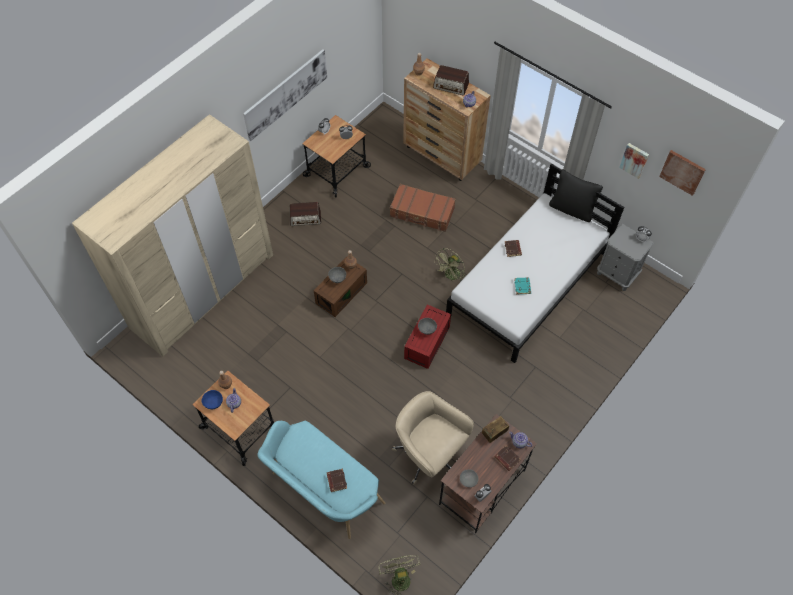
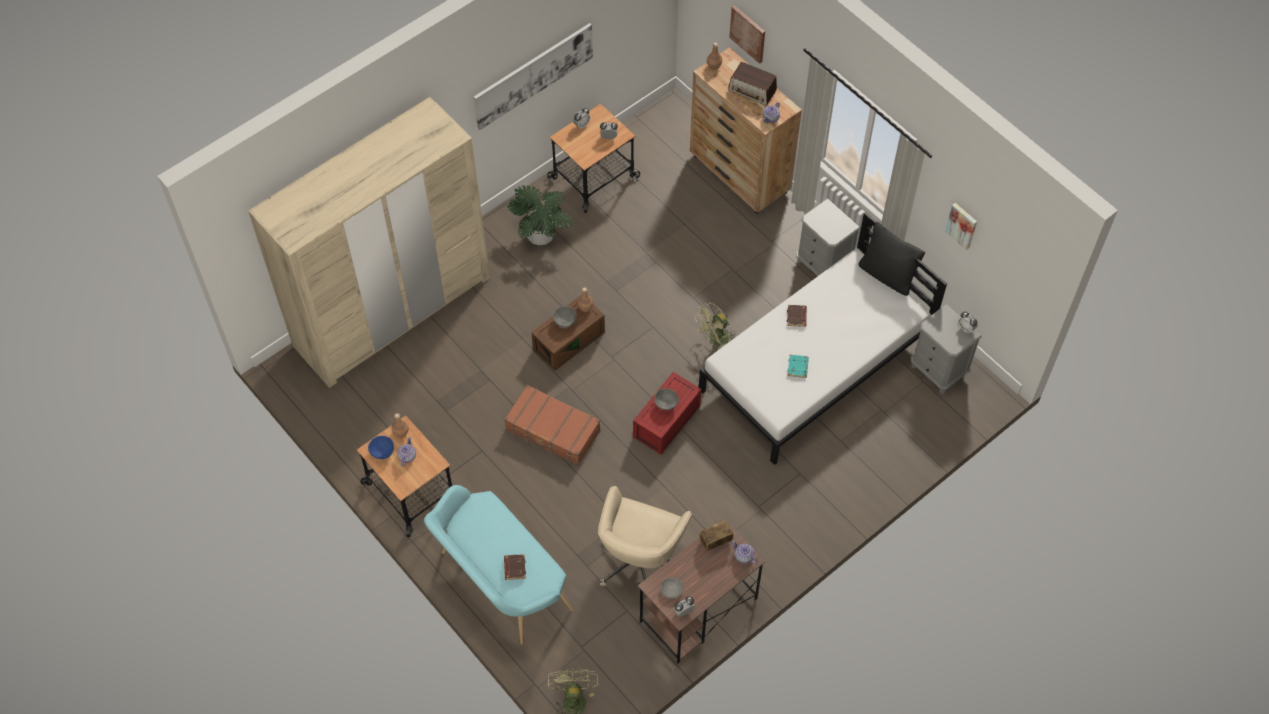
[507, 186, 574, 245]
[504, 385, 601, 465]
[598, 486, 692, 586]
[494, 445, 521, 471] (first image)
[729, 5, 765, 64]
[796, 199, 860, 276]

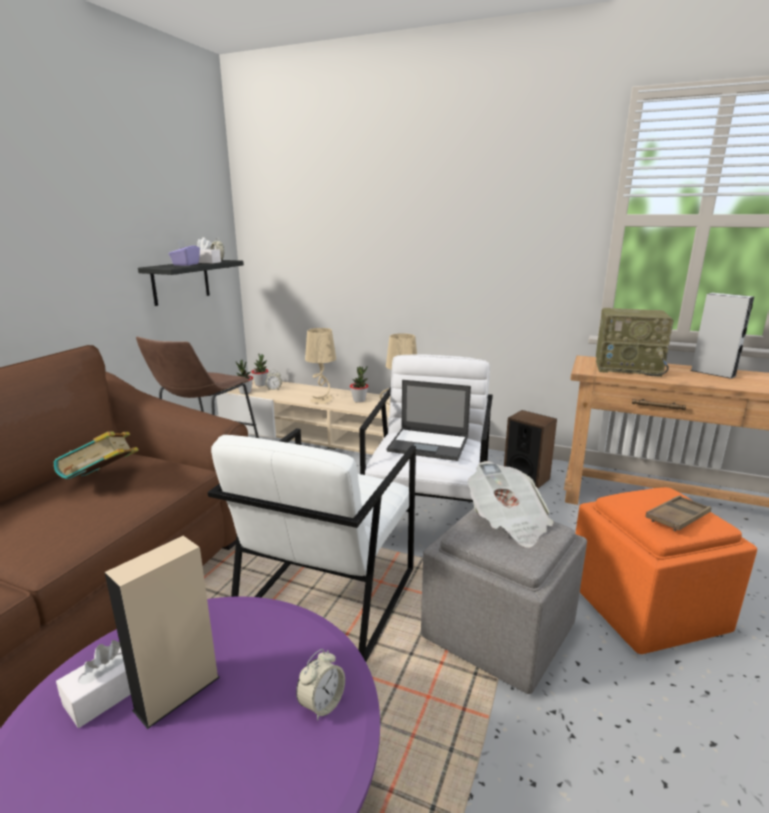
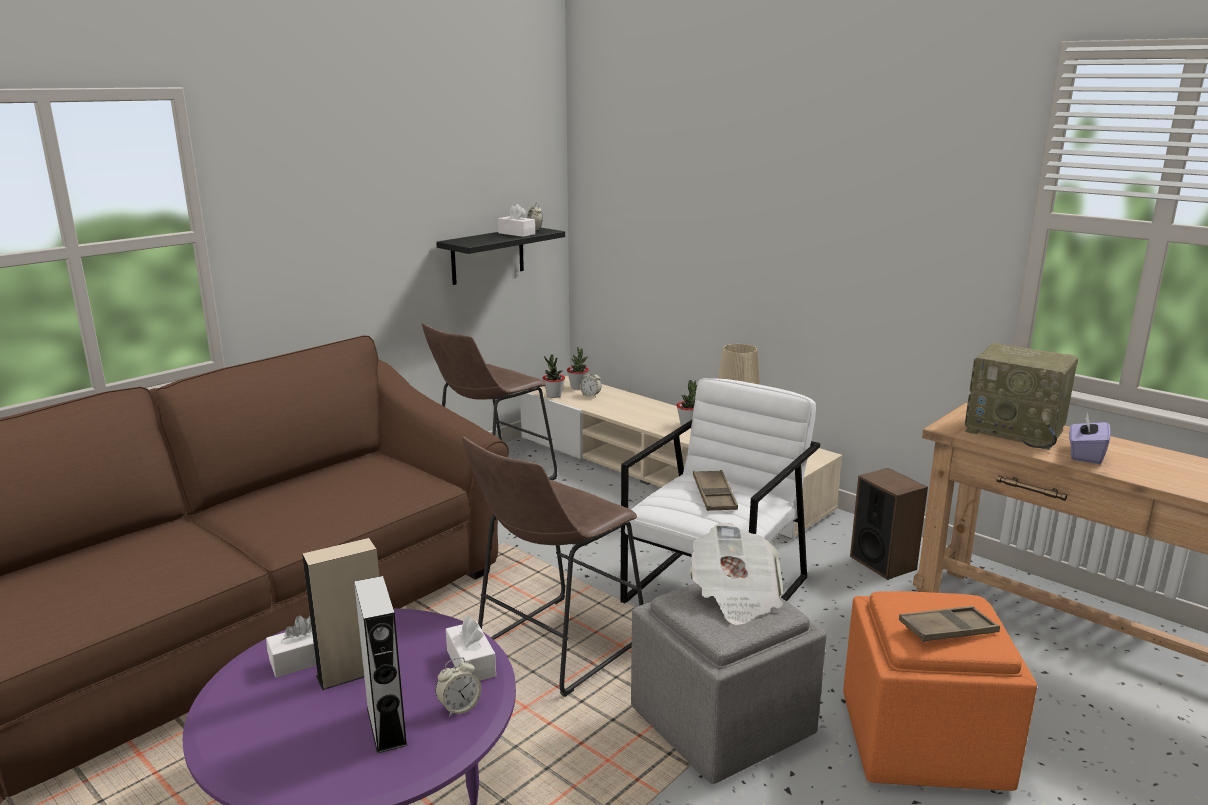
[54, 431, 139, 479] (first image)
[1069, 411, 1110, 464]
[462, 436, 644, 697]
[305, 328, 336, 404] (first image)
[693, 470, 738, 511]
[354, 576, 407, 753]
[446, 615, 496, 681]

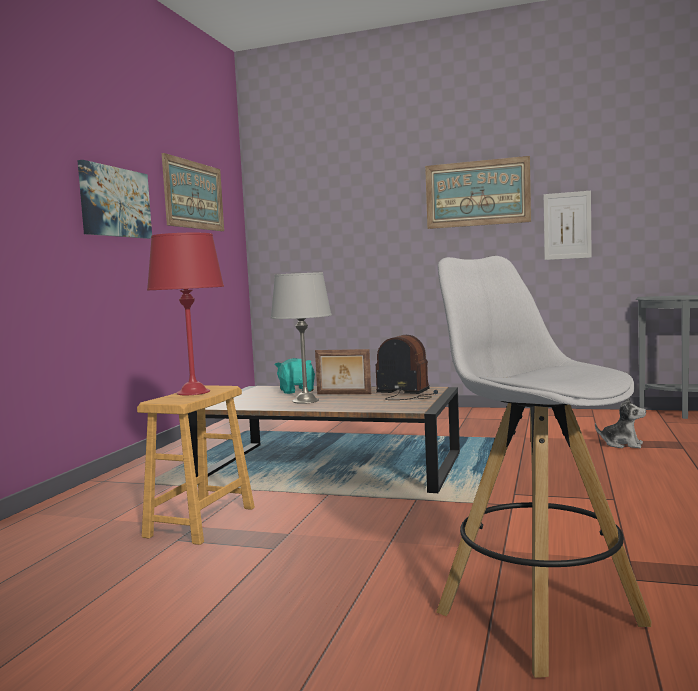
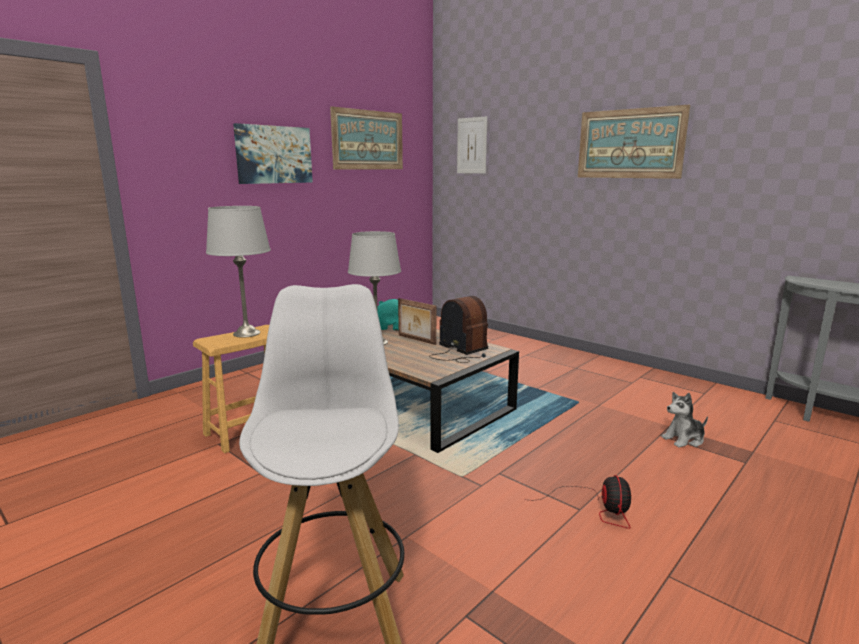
[206, 206, 271, 338]
[457, 116, 487, 174]
[661, 392, 708, 448]
[539, 475, 631, 529]

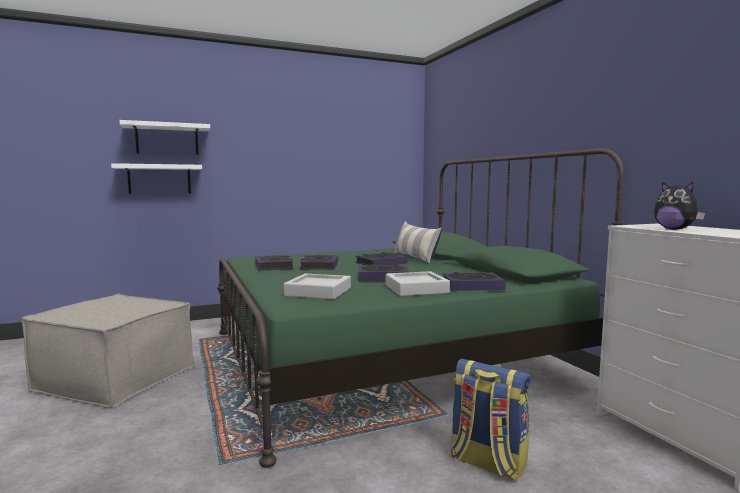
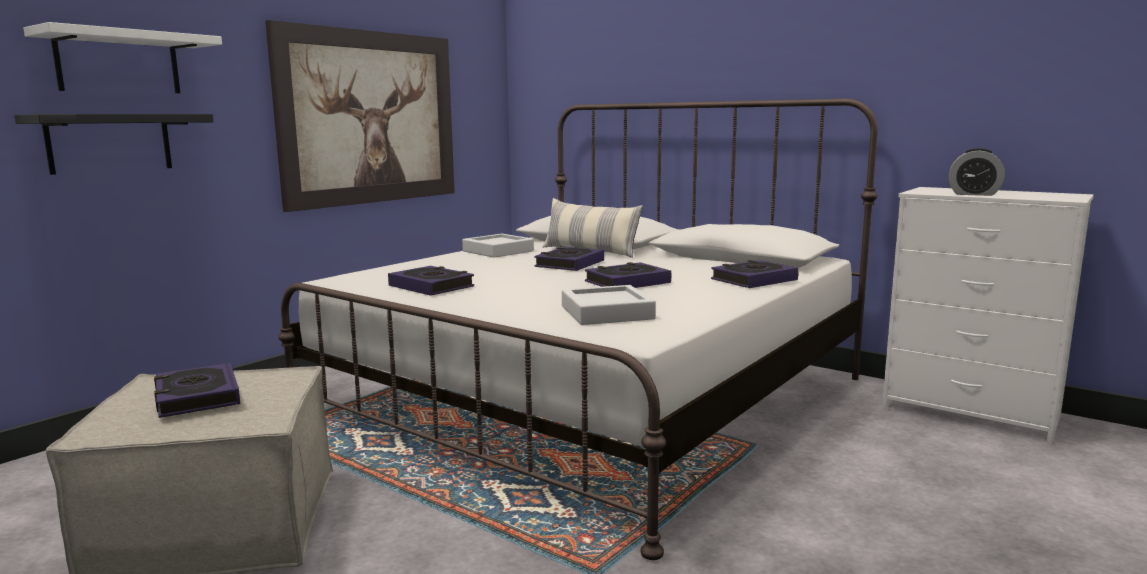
[14, 114, 213, 175]
[278, 99, 878, 560]
[154, 363, 240, 418]
[462, 234, 534, 258]
[450, 359, 531, 481] (first image)
[949, 148, 1005, 196]
[265, 20, 455, 212]

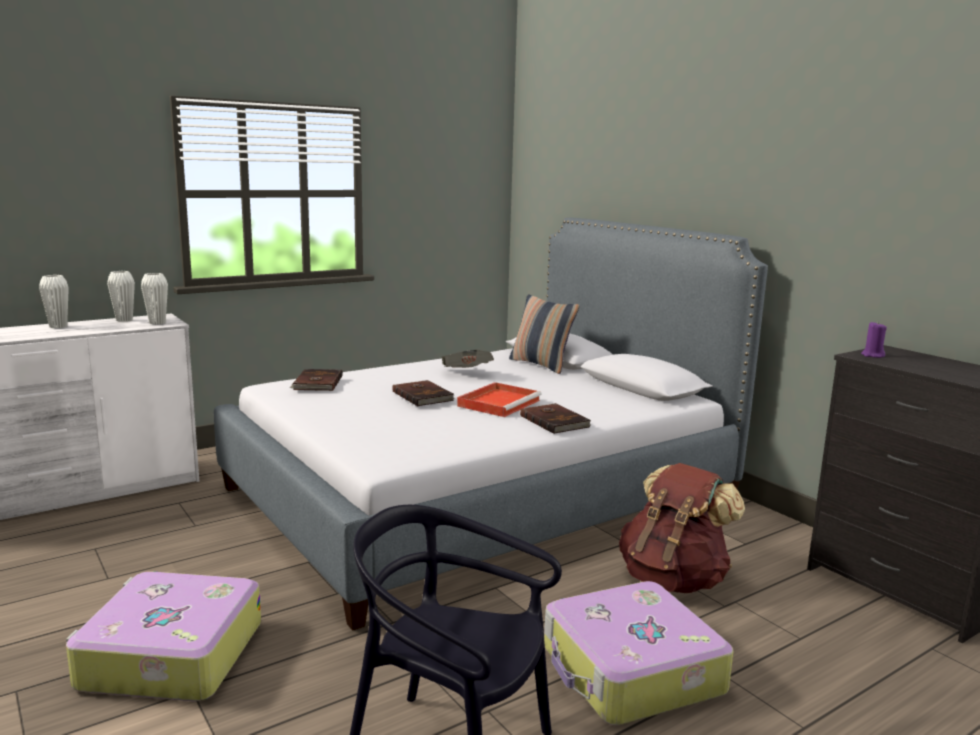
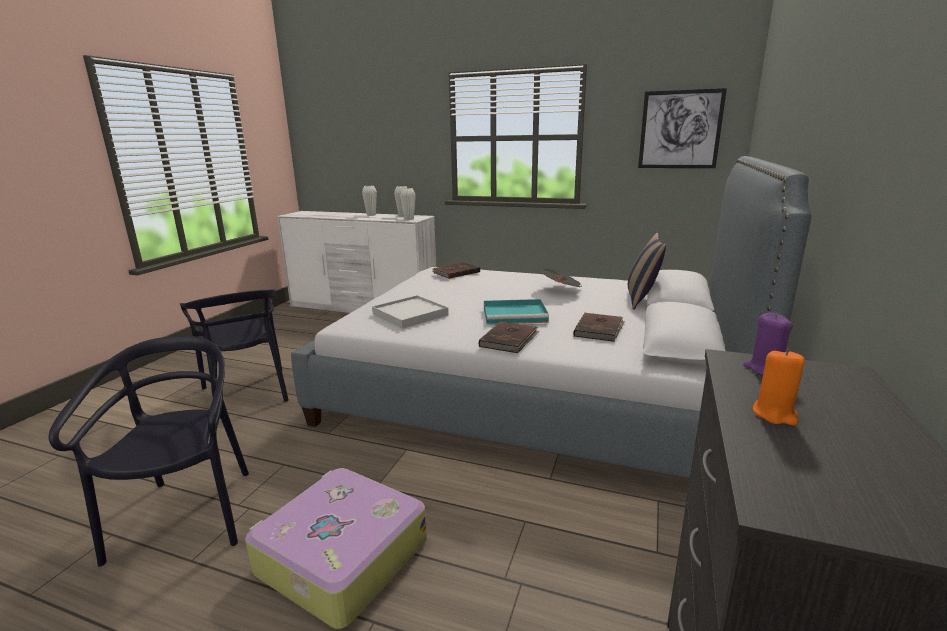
[179, 289, 289, 419]
[573, 313, 625, 342]
[484, 299, 549, 325]
[619, 463, 745, 593] (first image)
[372, 295, 449, 329]
[638, 88, 727, 168]
[753, 349, 805, 426]

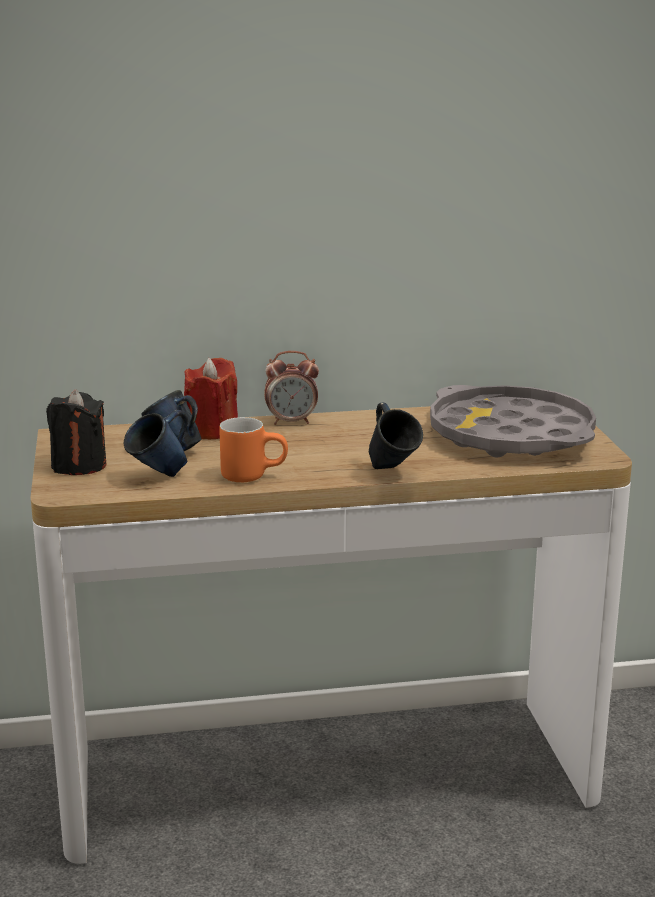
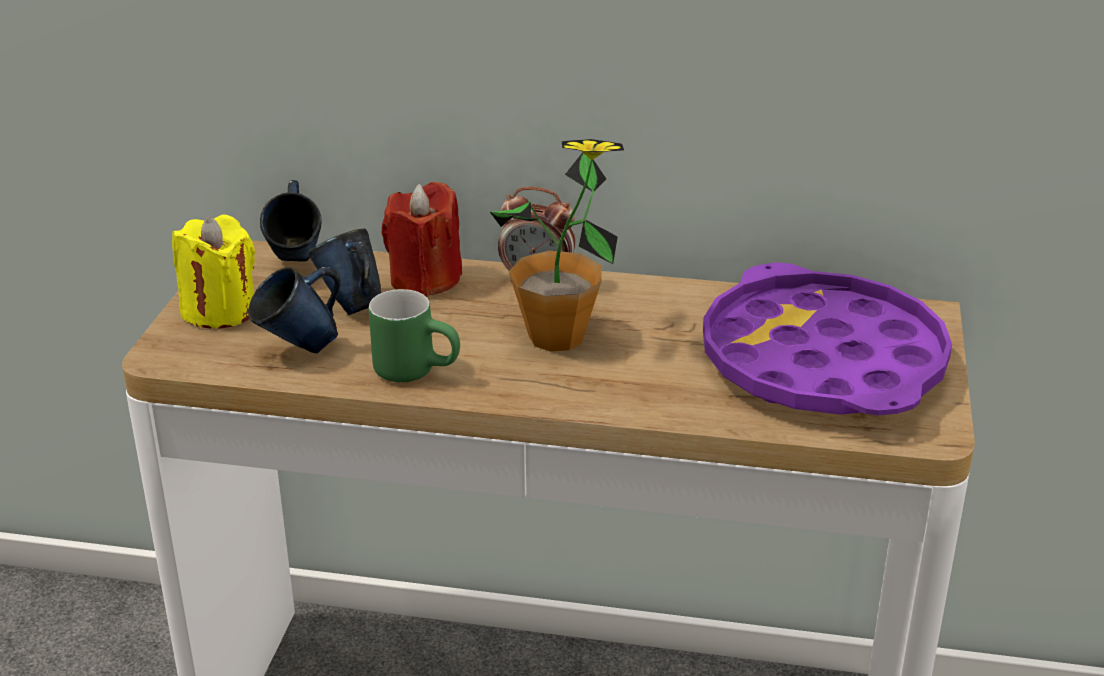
[172, 214, 255, 328]
[369, 289, 460, 382]
[260, 180, 321, 262]
[703, 262, 952, 415]
[490, 139, 624, 352]

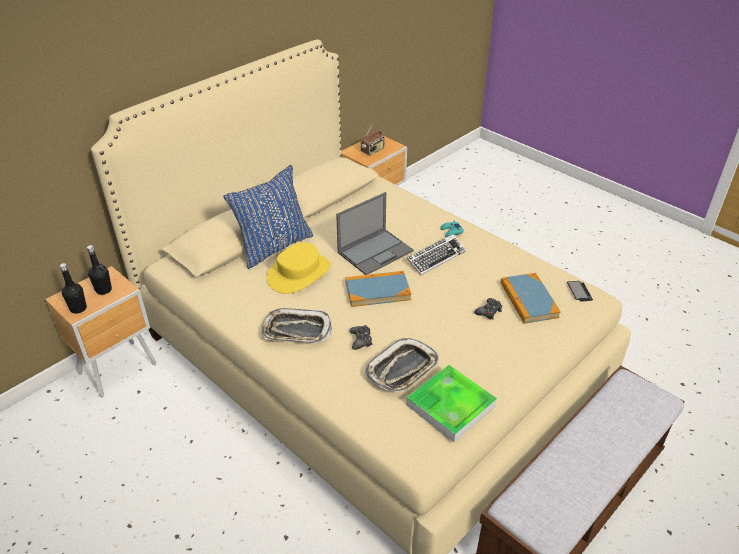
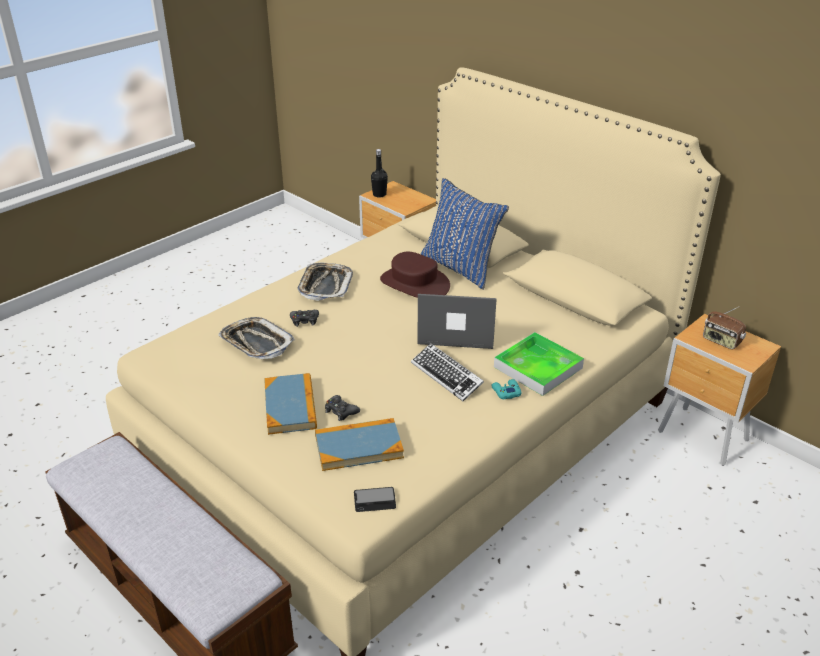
[87, 245, 112, 295] (first image)
[380, 252, 450, 298]
[417, 294, 497, 349]
[264, 373, 317, 435]
[494, 332, 584, 396]

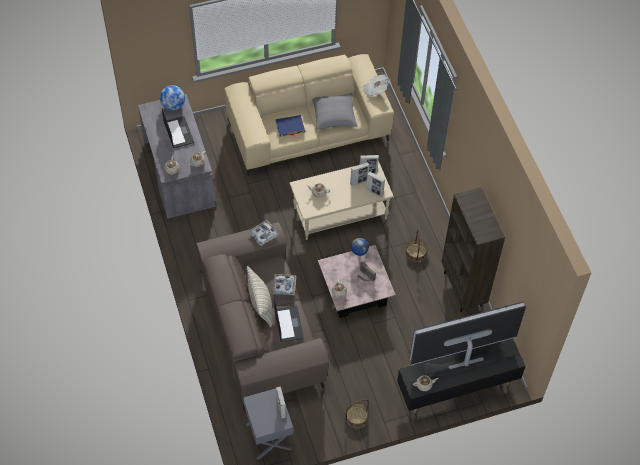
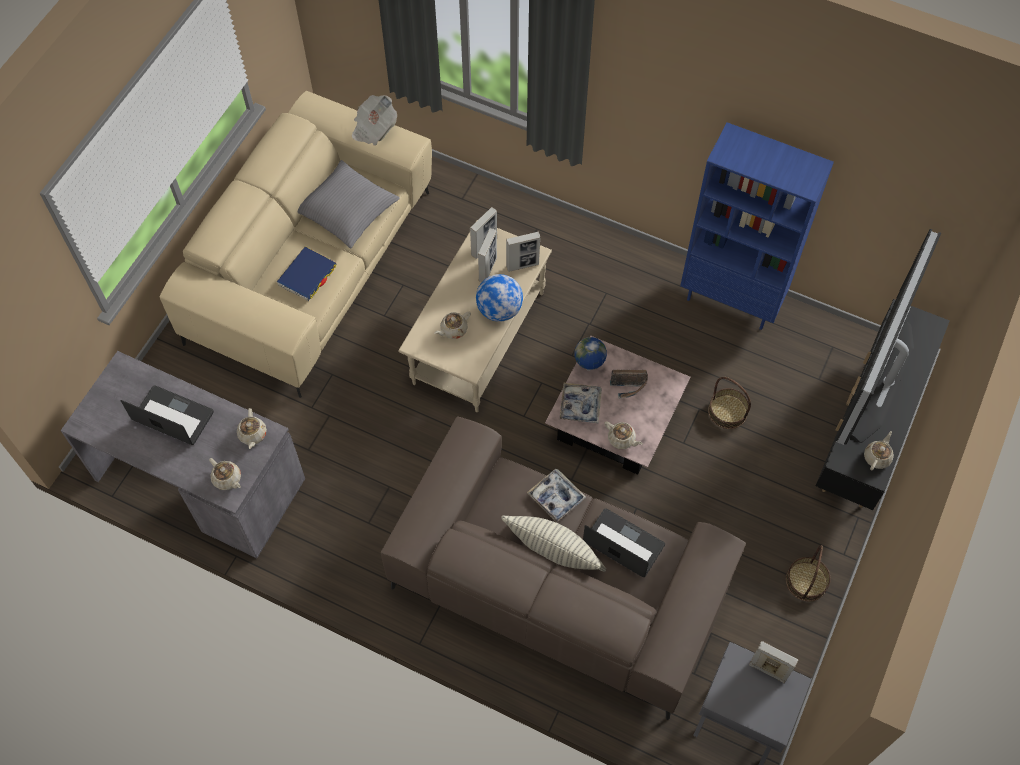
[476, 274, 523, 322]
[559, 383, 602, 423]
[708, 377, 751, 429]
[680, 122, 834, 330]

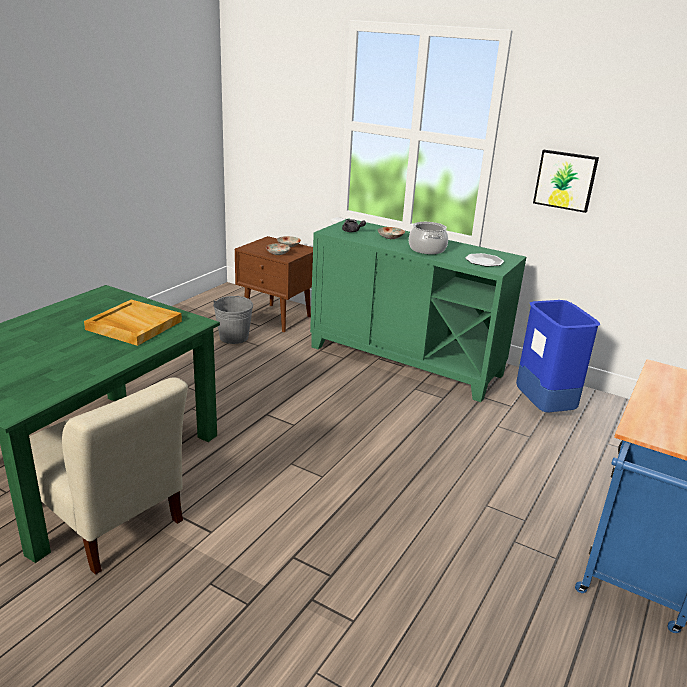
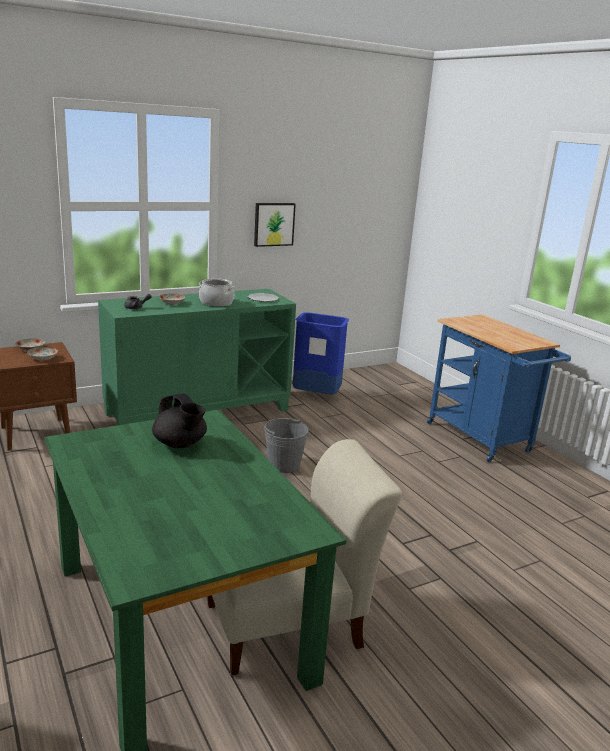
[152, 393, 207, 448]
[264, 418, 309, 473]

